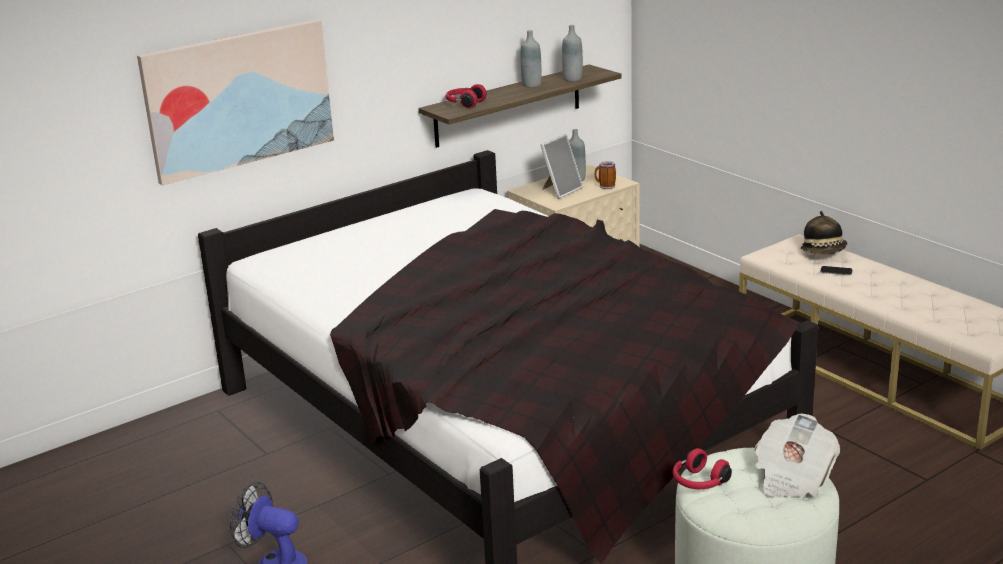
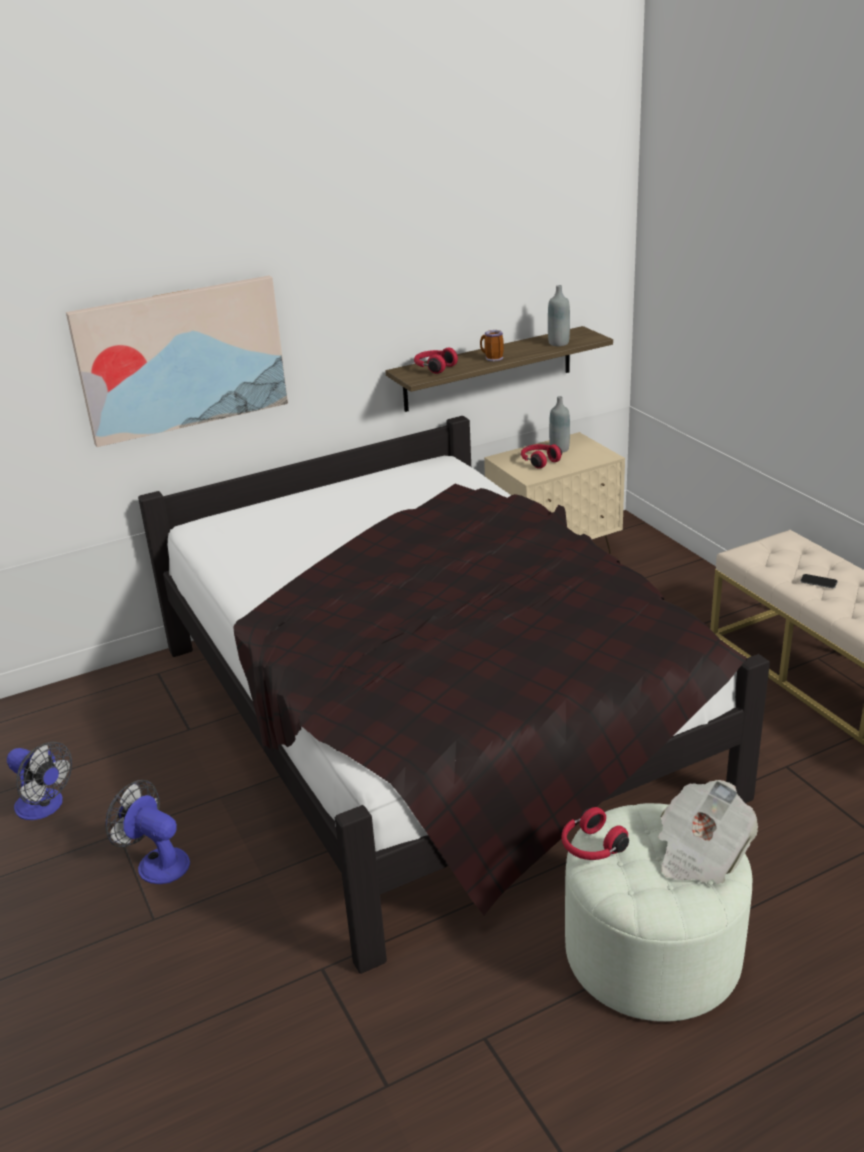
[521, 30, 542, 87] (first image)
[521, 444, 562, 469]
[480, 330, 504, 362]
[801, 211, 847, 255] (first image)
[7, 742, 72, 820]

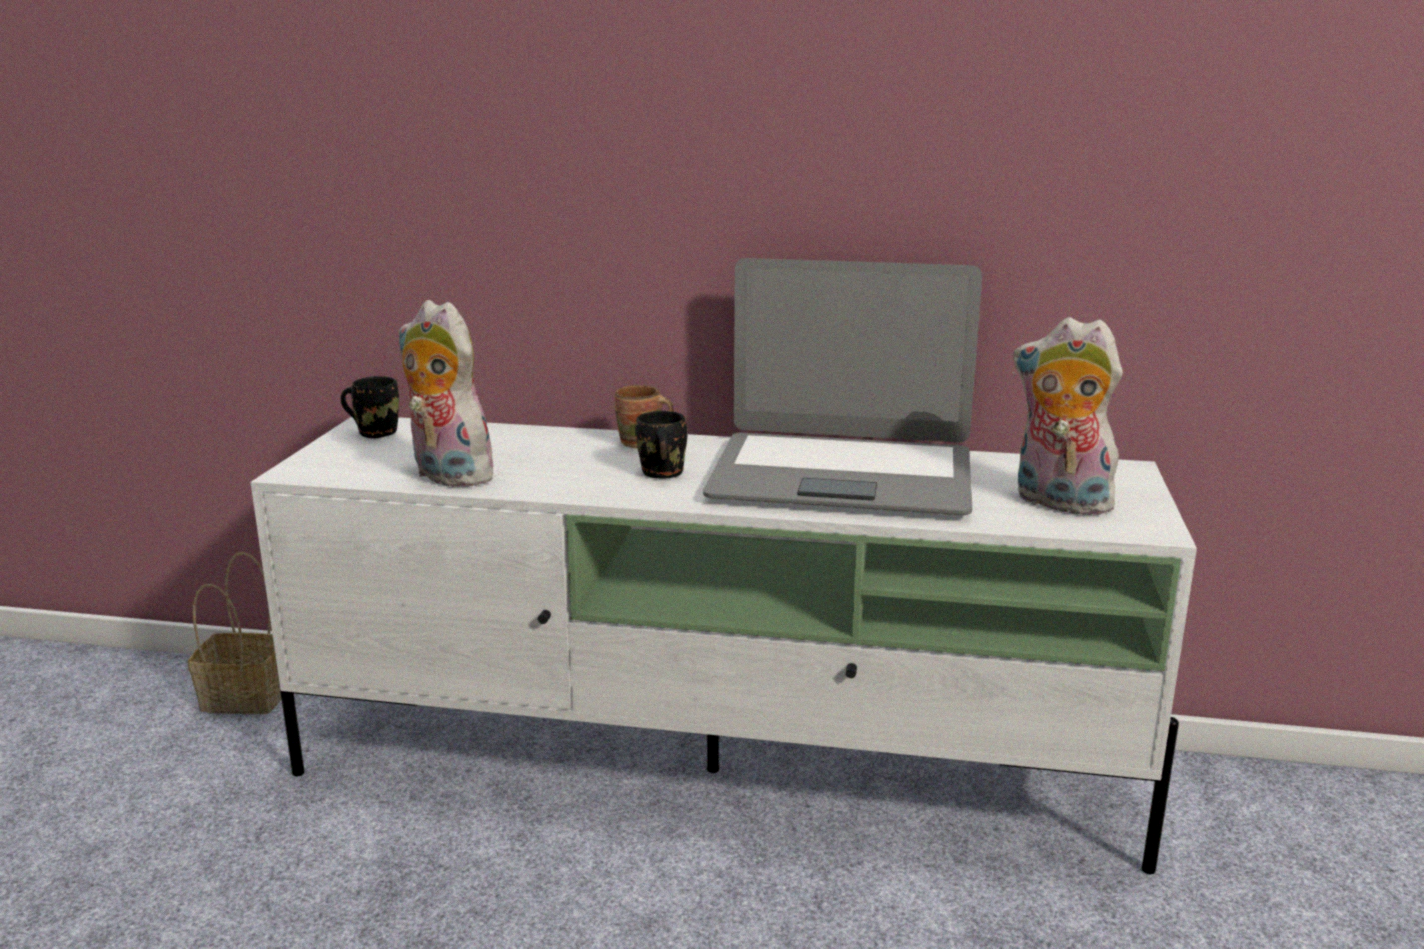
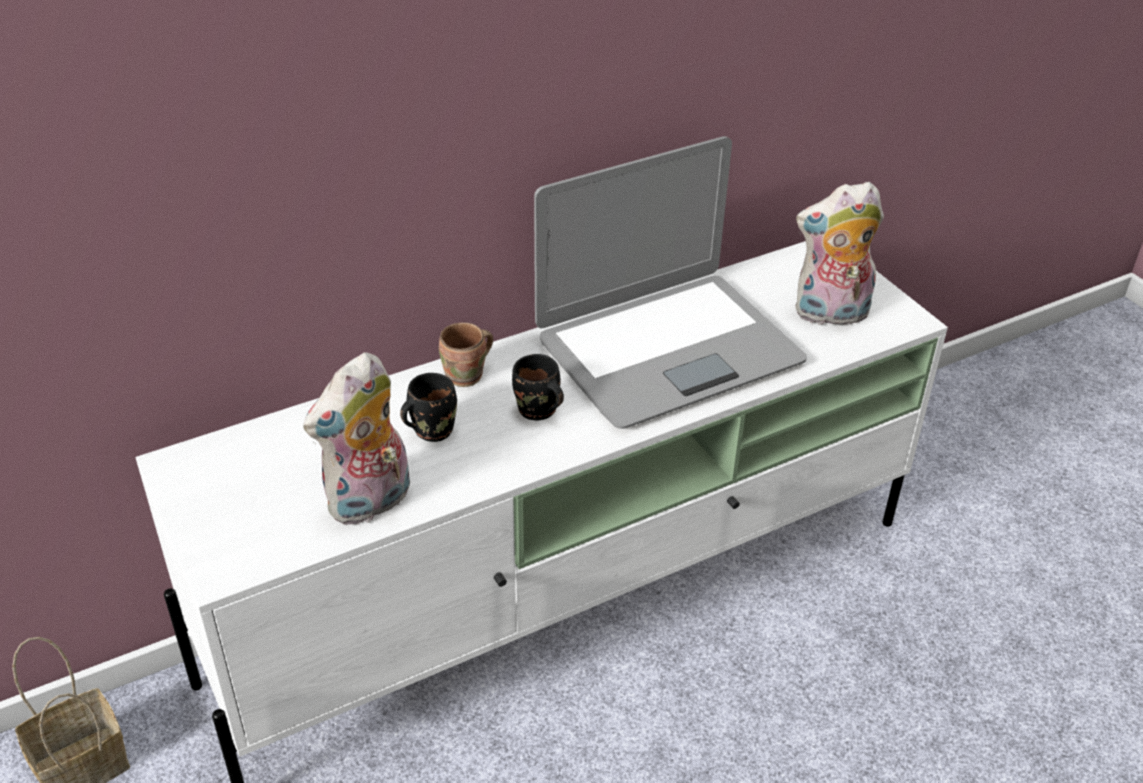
[400, 373, 457, 442]
[303, 352, 410, 526]

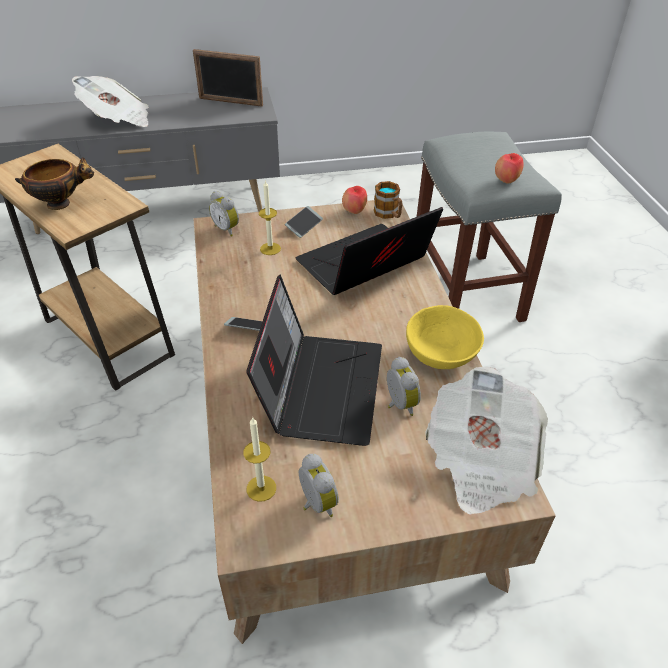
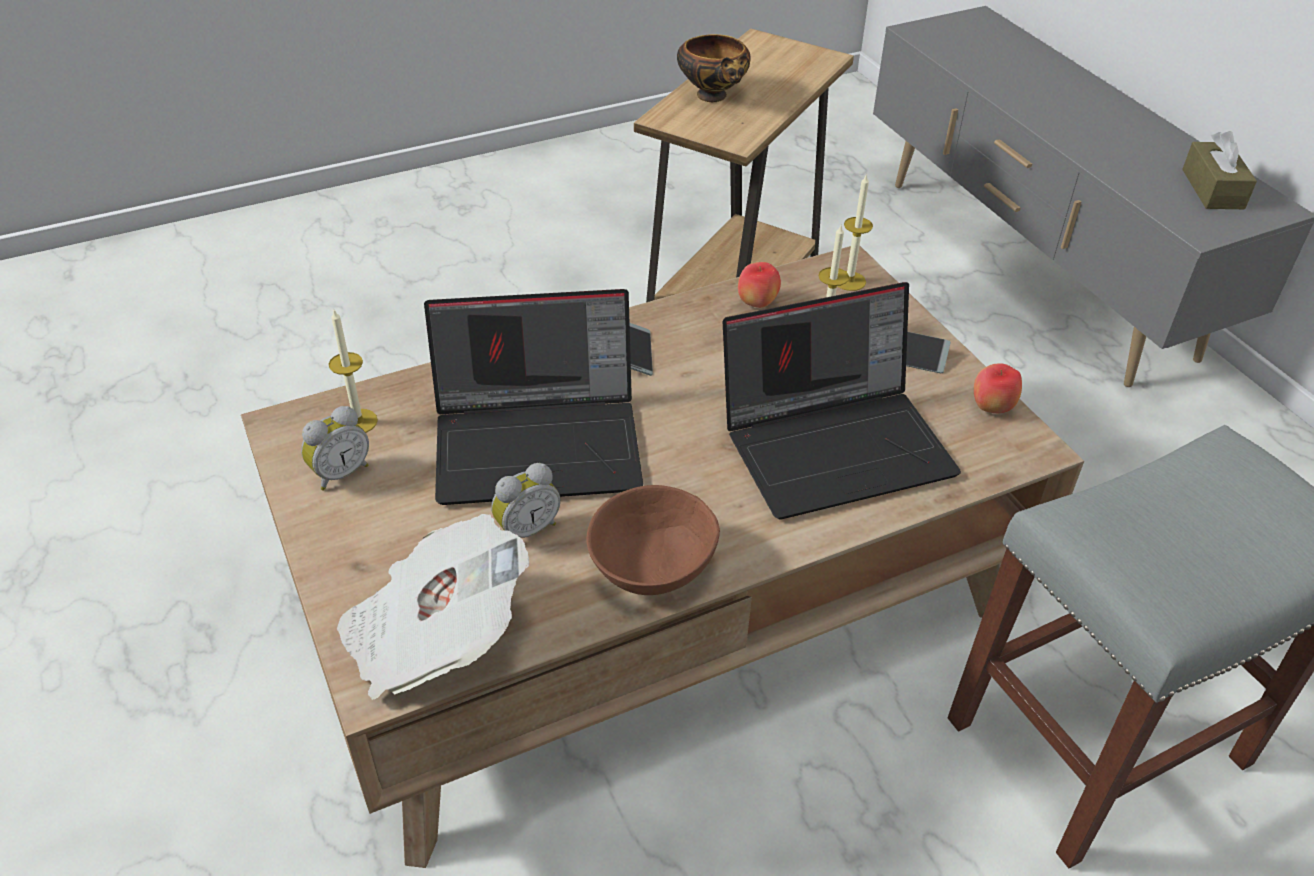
[72, 76, 149, 127] (first image)
[1182, 131, 1257, 209]
[837, 174, 873, 291]
[723, 282, 961, 520]
[374, 181, 403, 219] (first image)
[587, 485, 720, 595]
[738, 262, 781, 308]

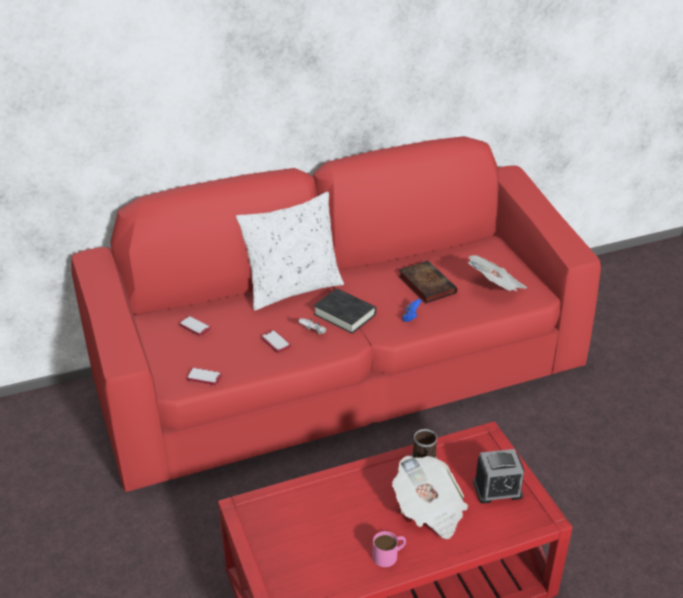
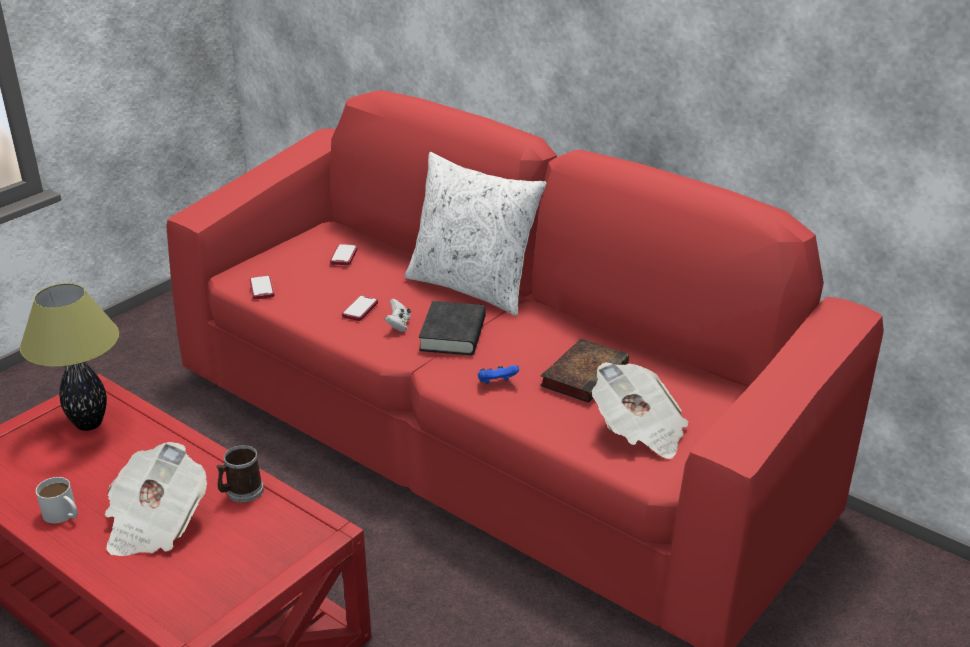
[36, 477, 78, 523]
[473, 449, 524, 504] (first image)
[20, 283, 119, 431]

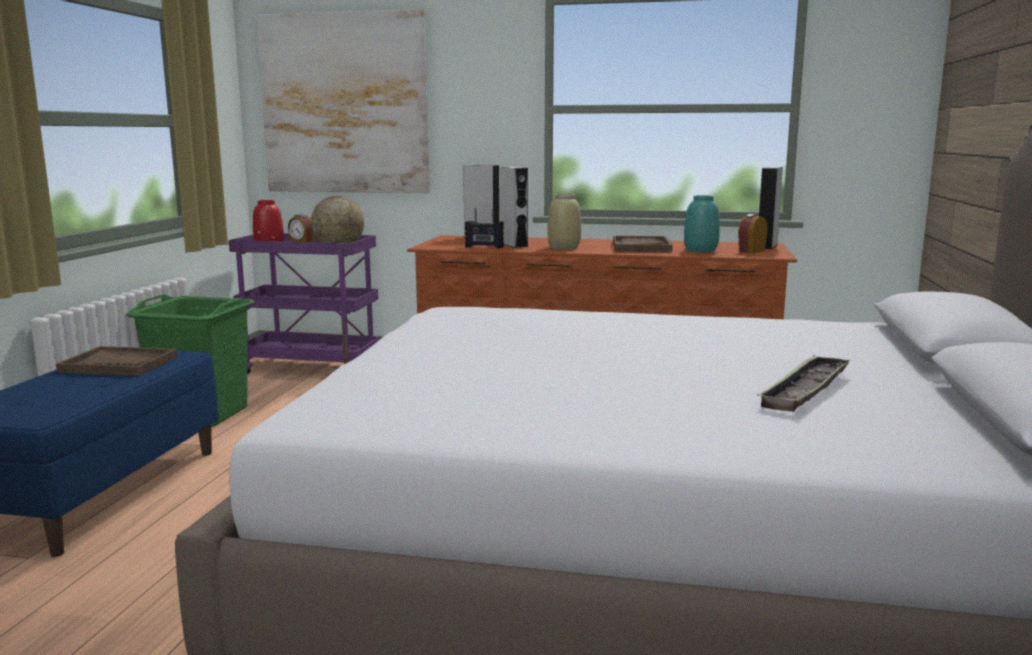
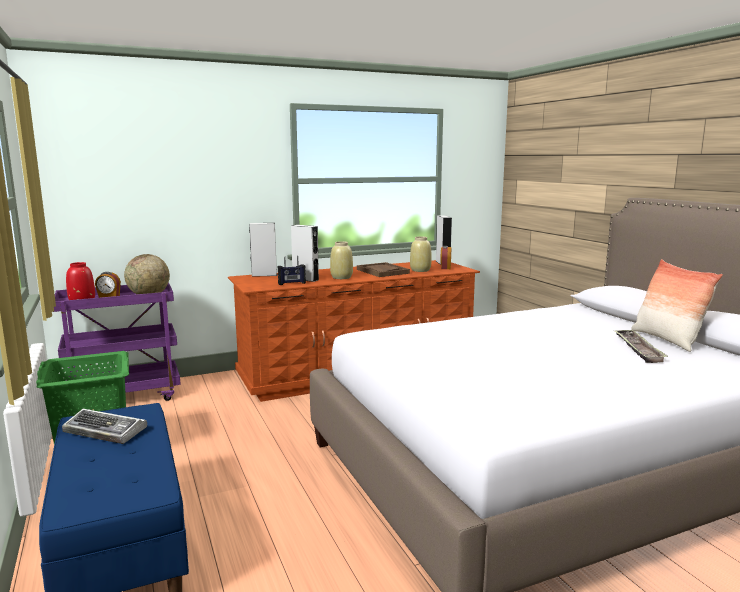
[62, 409, 147, 444]
[256, 9, 430, 193] (first image)
[410, 236, 432, 272]
[631, 259, 723, 352]

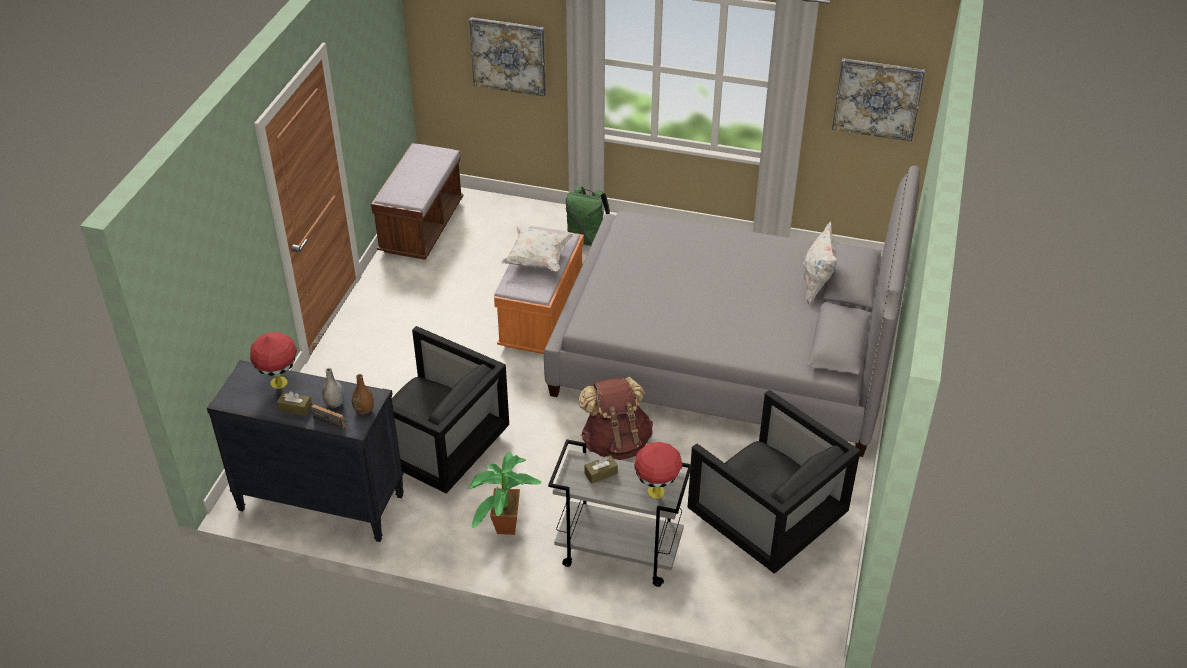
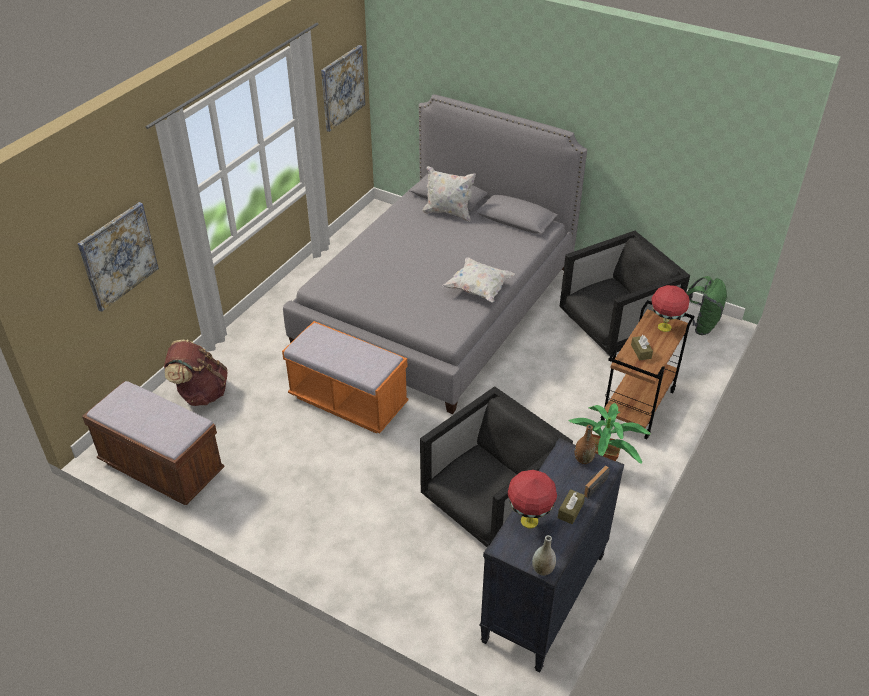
[532, 535, 556, 576]
[442, 258, 515, 302]
[600, 300, 695, 439]
[683, 276, 727, 335]
[164, 340, 228, 406]

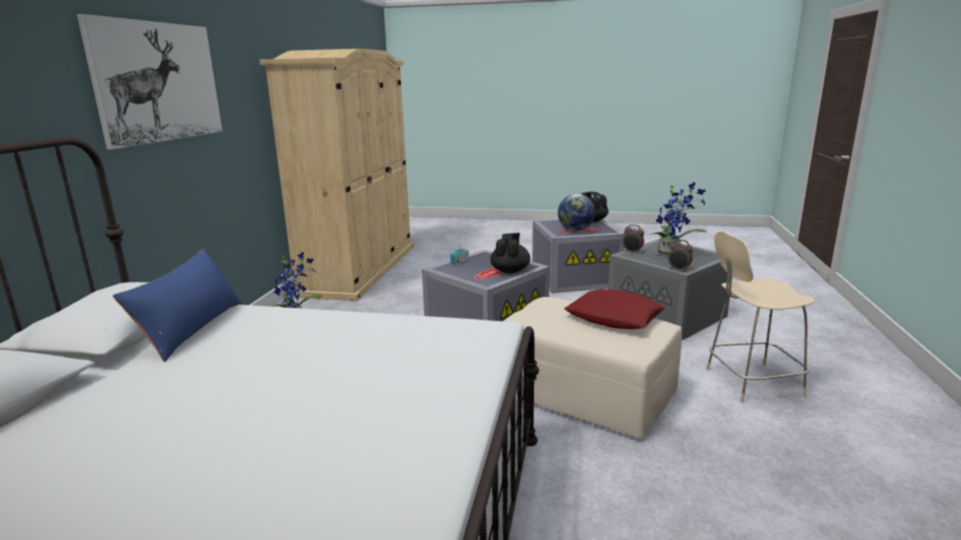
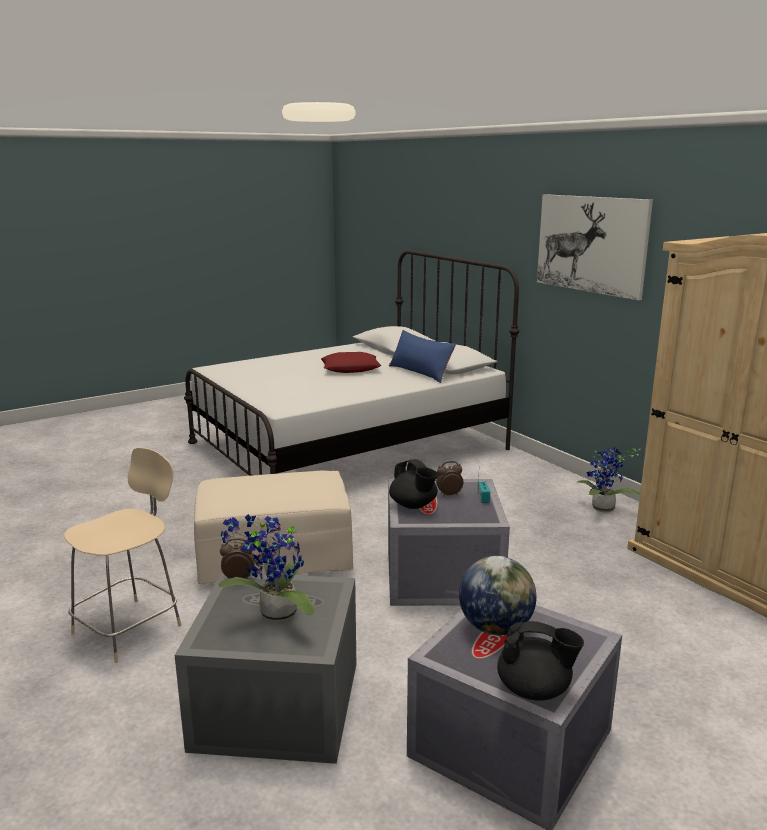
[321, 352, 381, 373]
[436, 461, 464, 497]

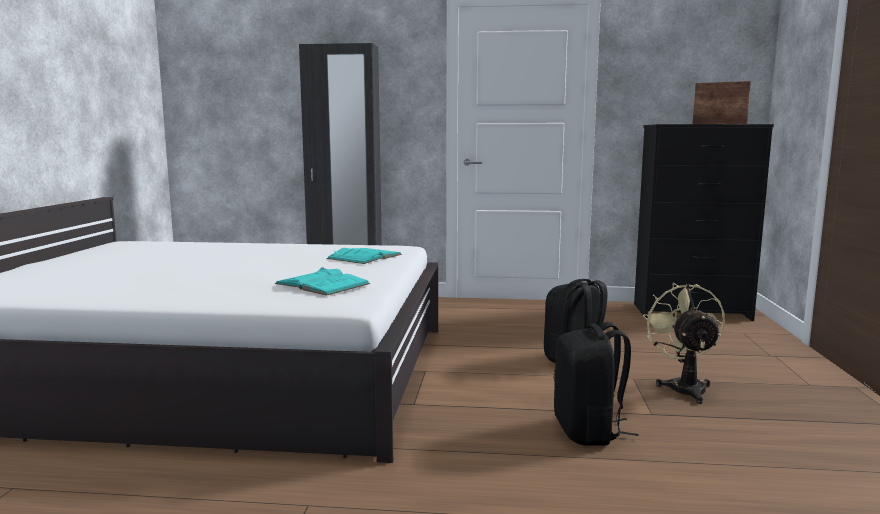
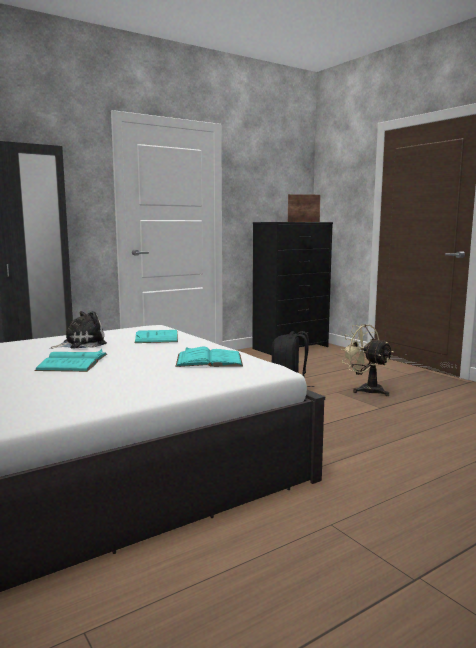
[554, 322, 639, 446] (first image)
[35, 349, 107, 372]
[50, 311, 107, 349]

